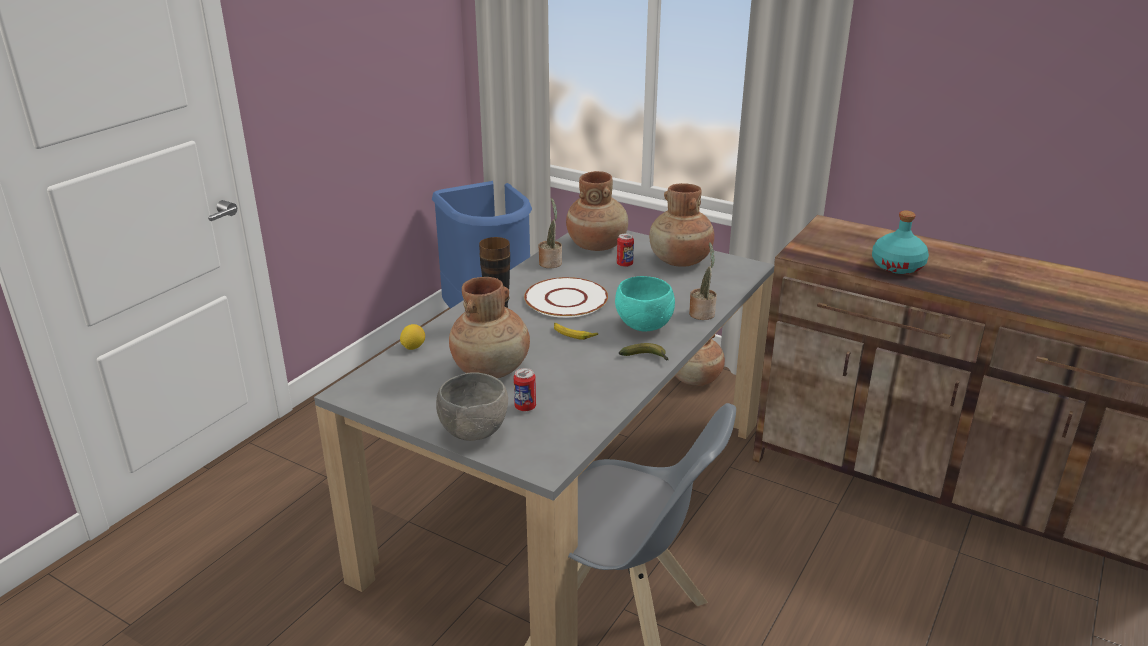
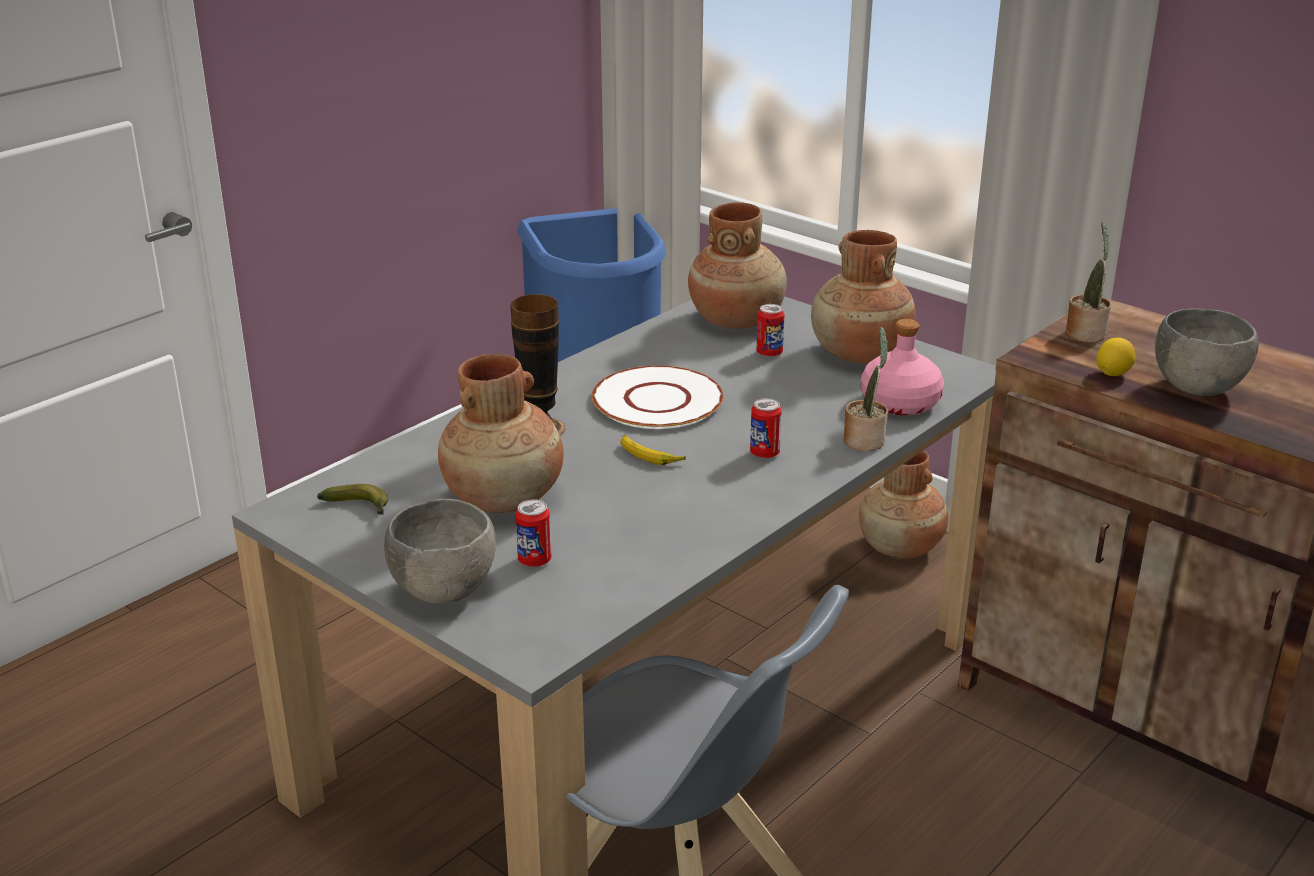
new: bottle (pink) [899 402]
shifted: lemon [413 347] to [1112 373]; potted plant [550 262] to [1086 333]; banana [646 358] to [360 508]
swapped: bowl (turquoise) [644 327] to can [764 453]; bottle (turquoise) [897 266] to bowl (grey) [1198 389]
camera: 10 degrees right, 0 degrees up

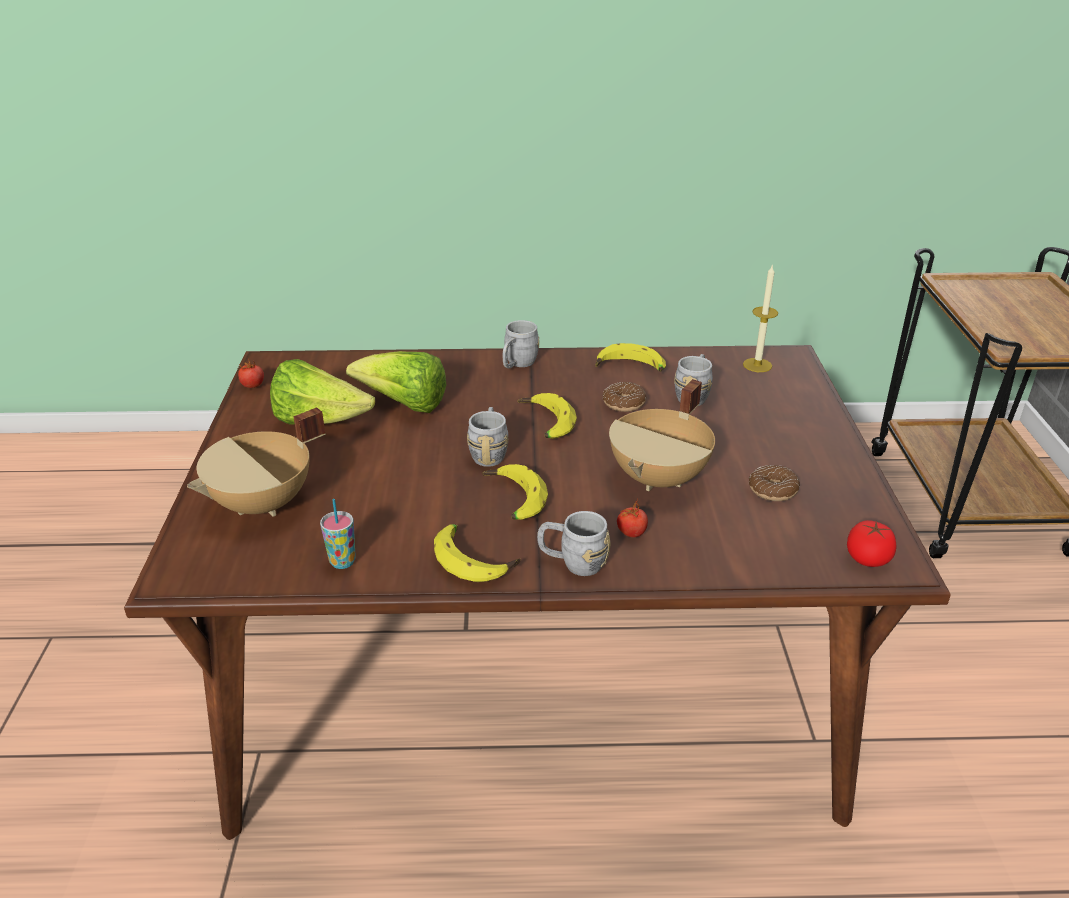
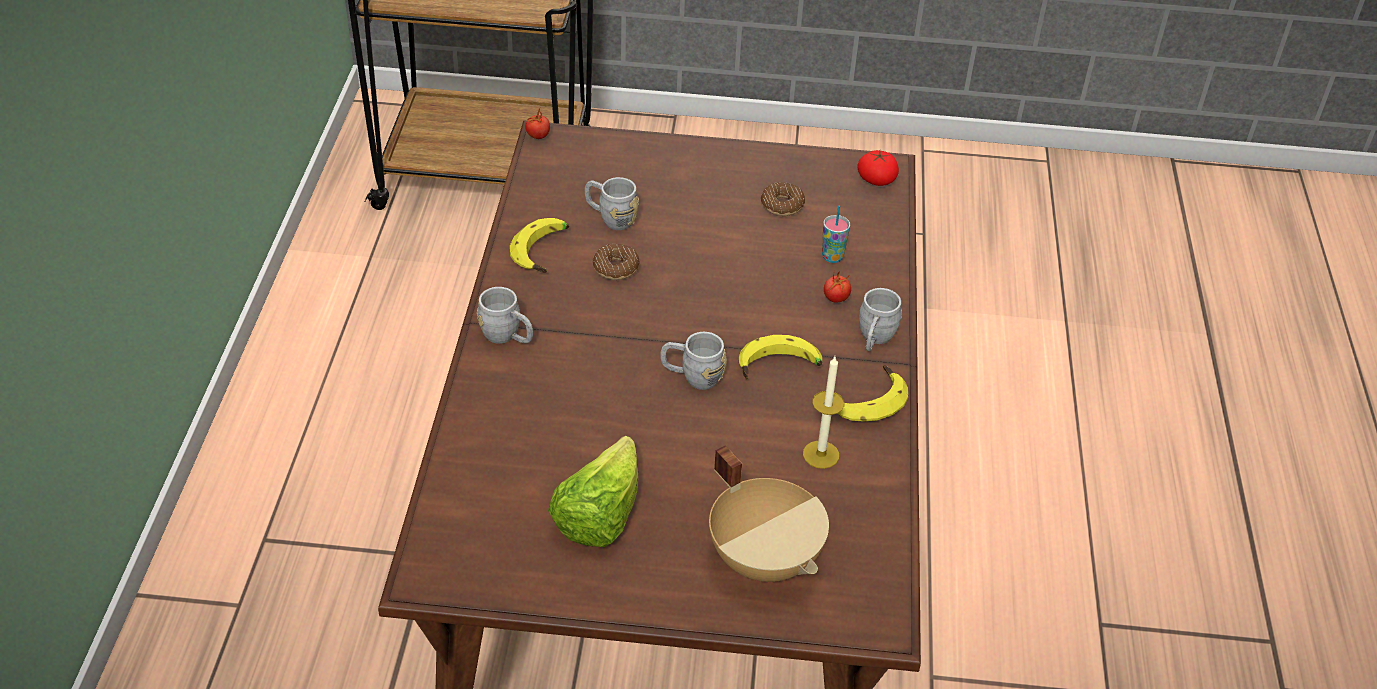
gone: lettuce [404 405]; banana [544 424]; cooking pot (beige) [660 479]
shifted: tomato [253 385] to [538 136]; cup [342 562] to [832 257]; candle [757 365] to [821 454]
camera: 85 degrees left, 10 degrees up

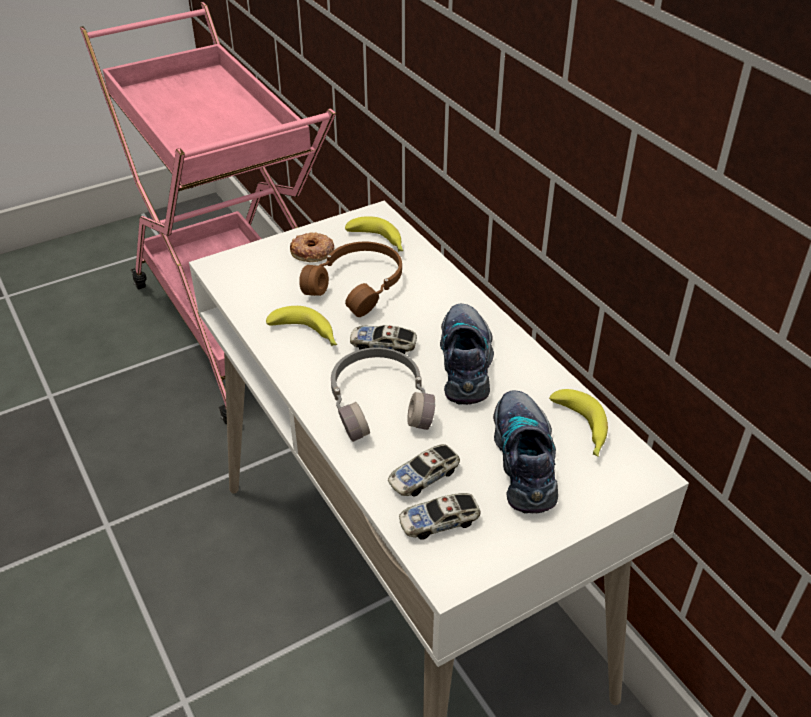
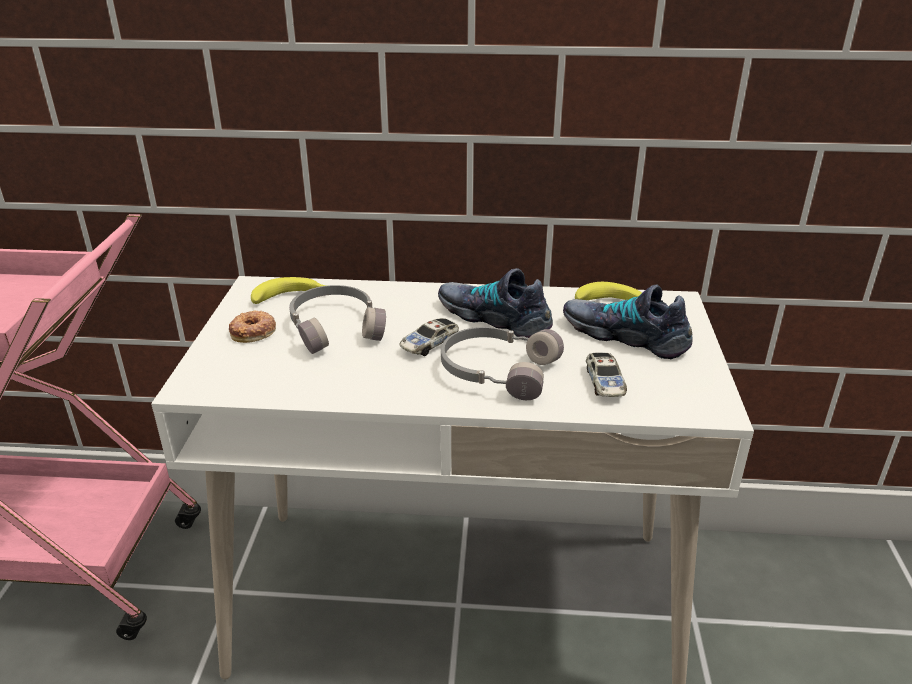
gone: banana [307 335]; toy car [439 522]
repainted: headphones (brown) [358 286] to headphones (grey) [336 327]
camera: 55 degrees left, 10 degrees down

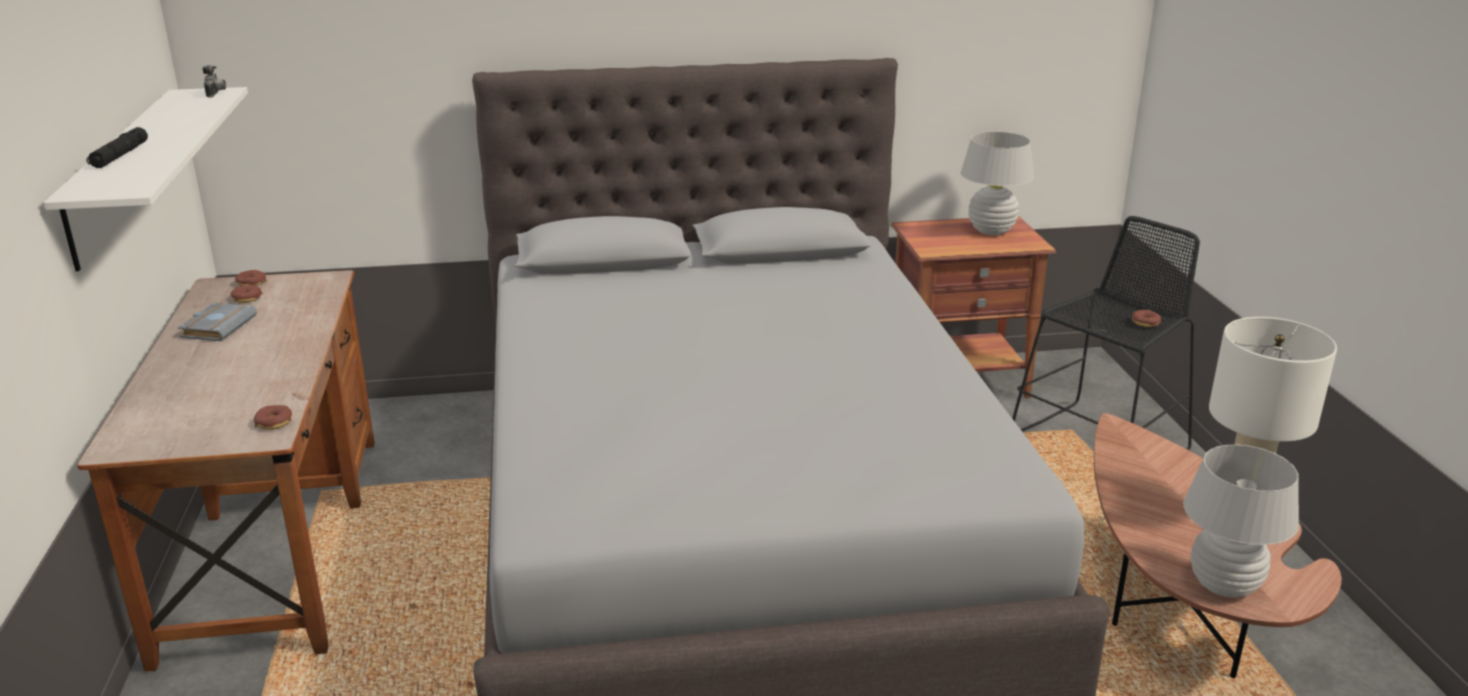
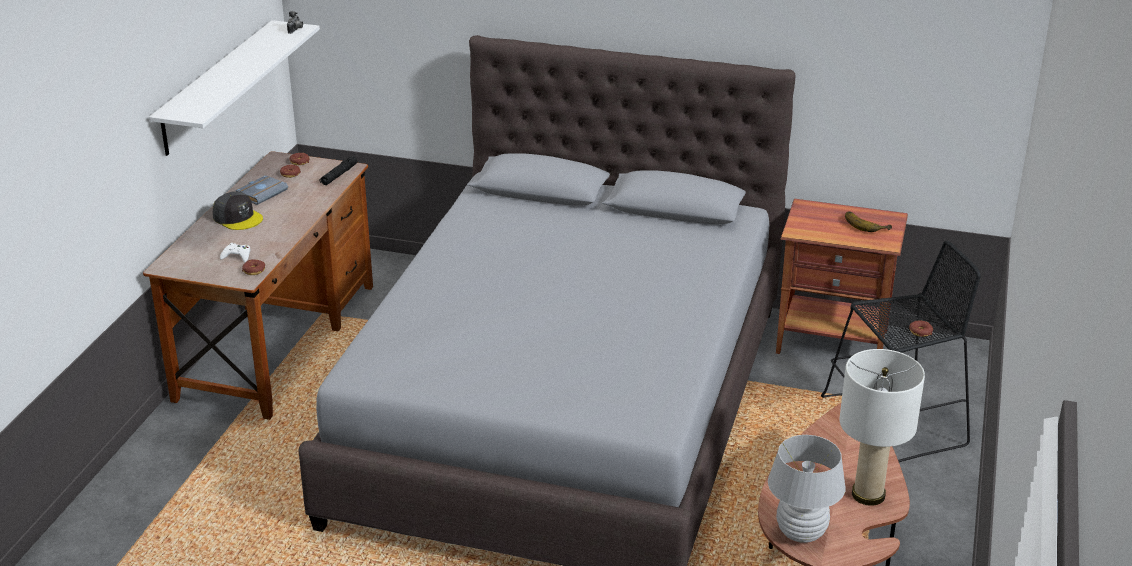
new: cap (grey) [238 218]; game controller (white) [237 256]
shifted: flashlight (black) [120 156] to [339 175]
swapped: table lamp (white) [991 231] to banana [866 224]
camera: 25 degrees right, 5 degrees up

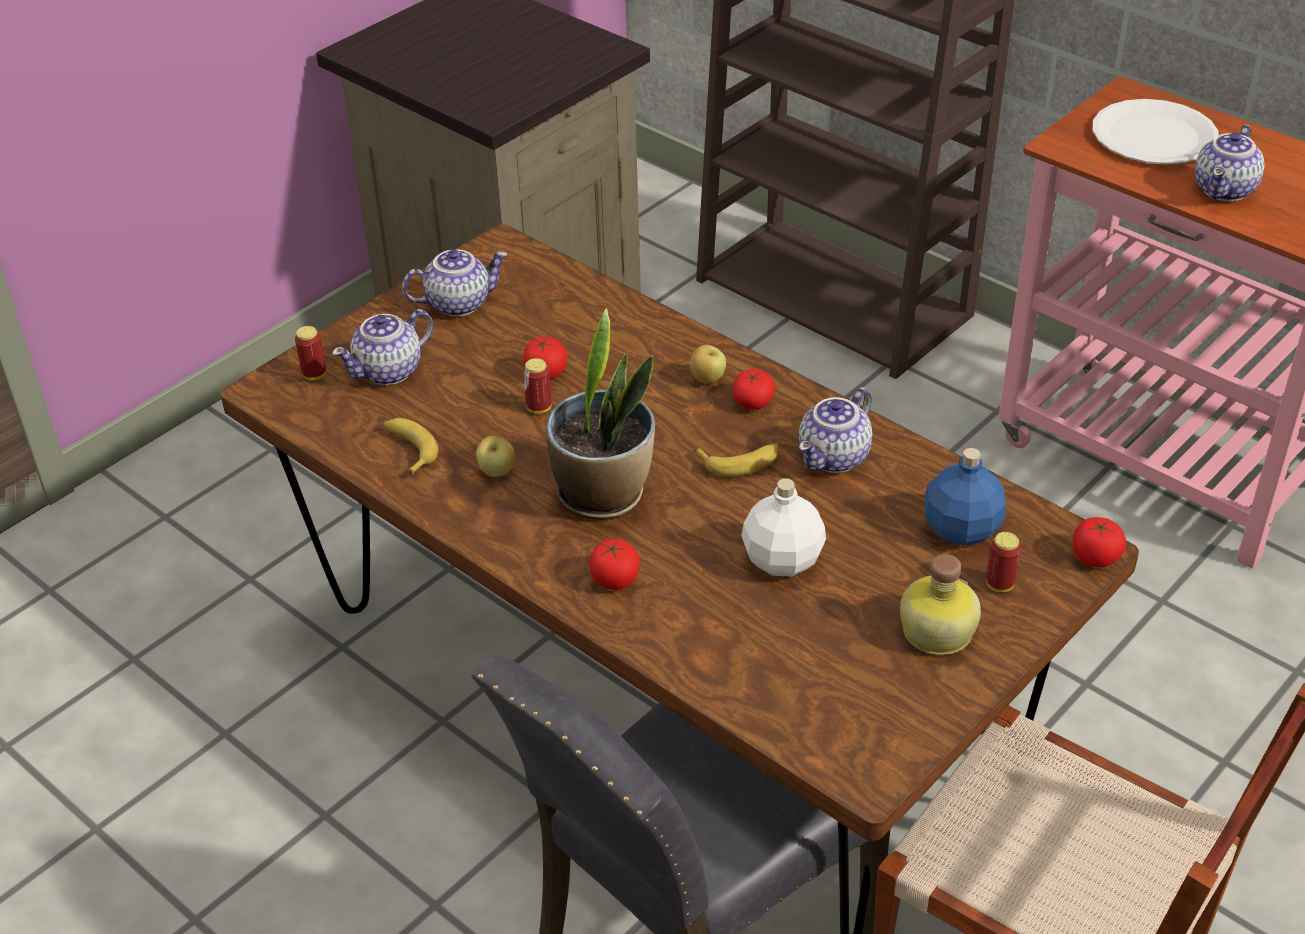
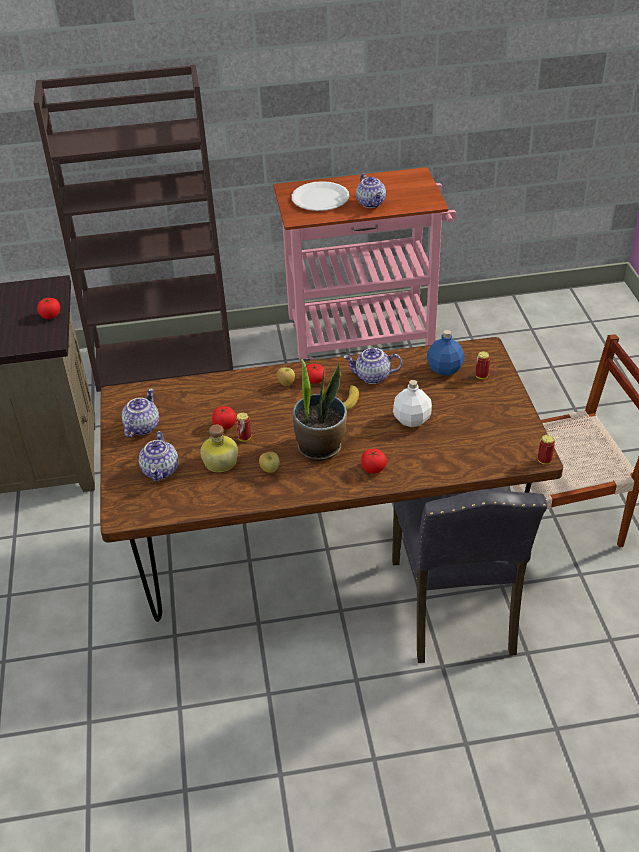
gone: banana [408 449]
shifted: can [314 374] to [544 461]; bottle [935 632] to [220 462]; tomato [1095 557] to [50 316]
rotated: teapot [835 458] = [372 377] 105 degrees clockwise
camera: 50 degrees left, 0 degrees up

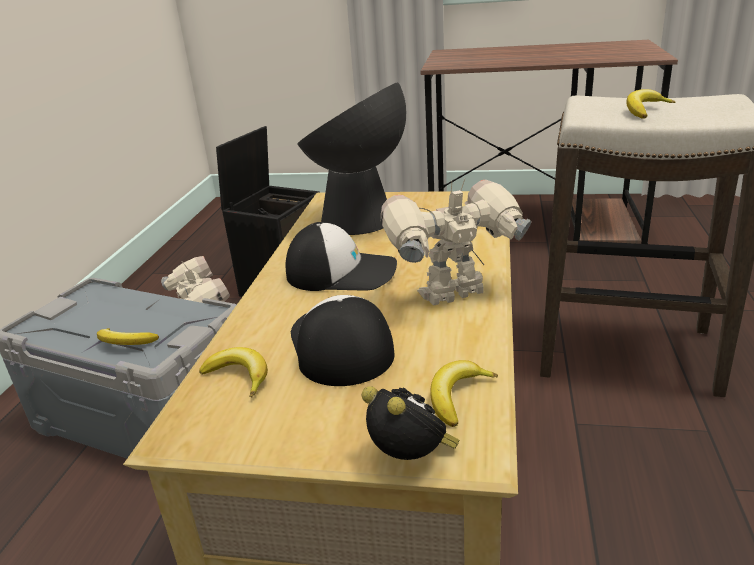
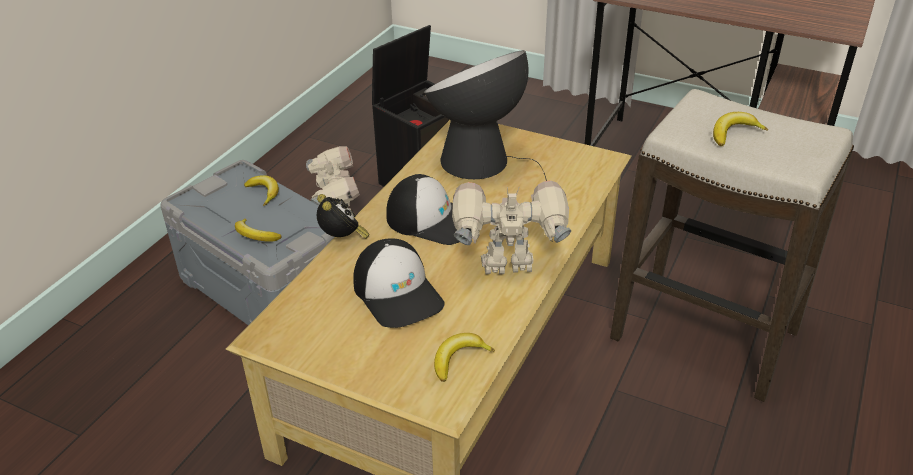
shifted: banana [239 376] to [264 193]; alarm clock [412 460] to [342 239]
rotated: cap [339 345] = [398 293] 150 degrees clockwise
camera: 15 degrees right, 10 degrees up

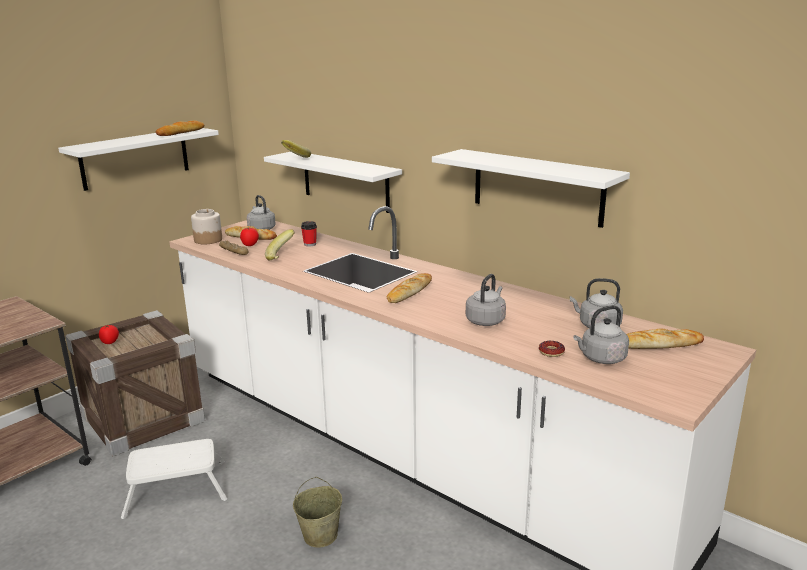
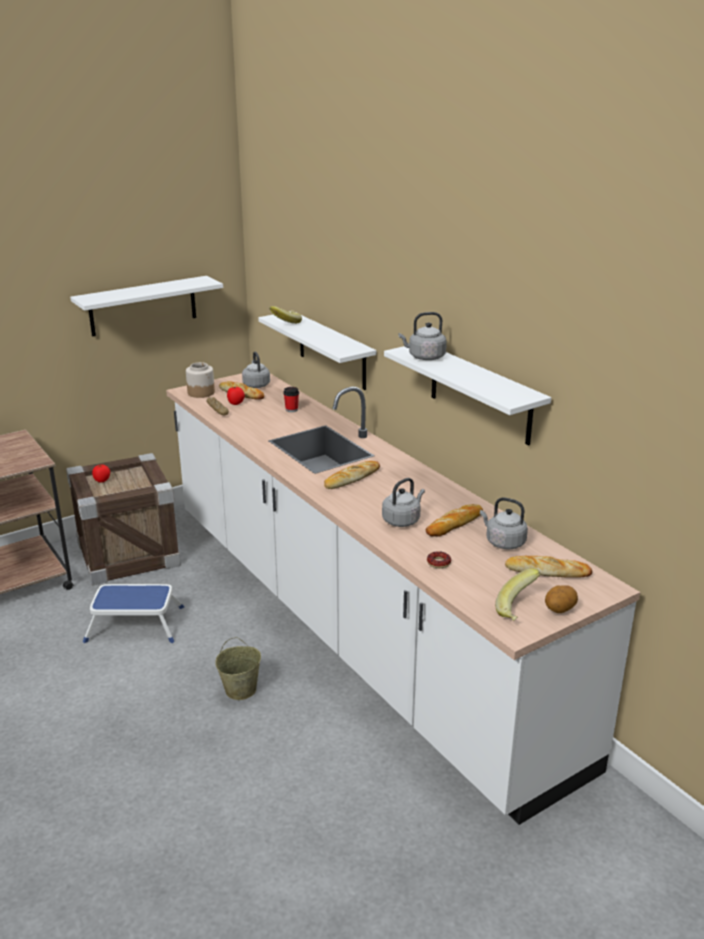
new: potato [559 609]
shifted: bread [181 132] to [455 524]; banana [282 257] to [519 609]; kettle (grey) [601 358] to [424 357]
repainted: step ladder (white) [175 488] to step ladder (blue) [135 624]
camera: 15 degrees right, 5 degrees up

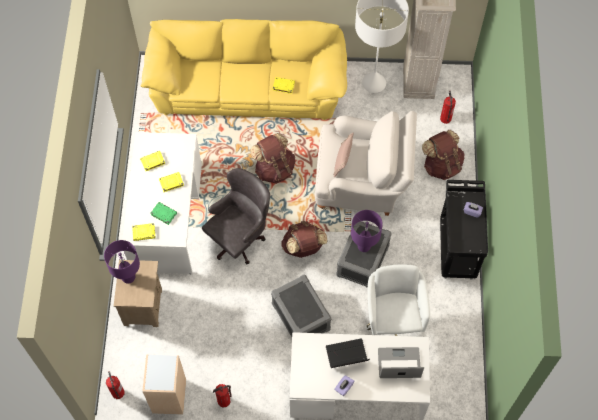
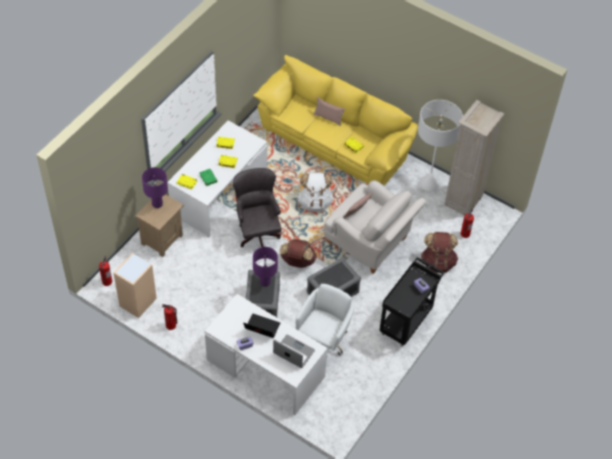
new: pillow (beige) [328 118]
shifted: table lamp (purple) [364 246] to [265 282]
repainted: backpack (brown) [274 169] to backpack (white) [315 202]
rotated: office chair (grey) [239 239] = [257 233] 90 degrees counterclockwise
camera: 30 degrees right, 10 degrees down

